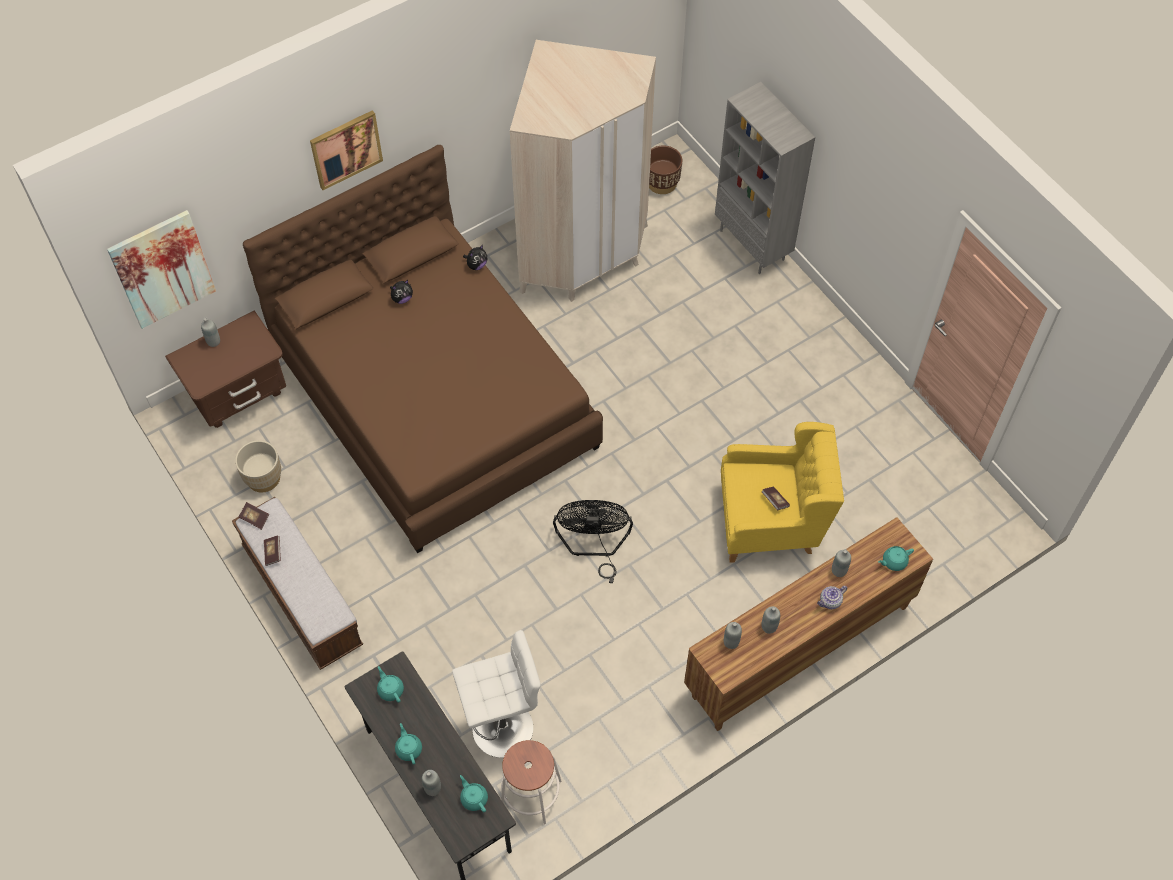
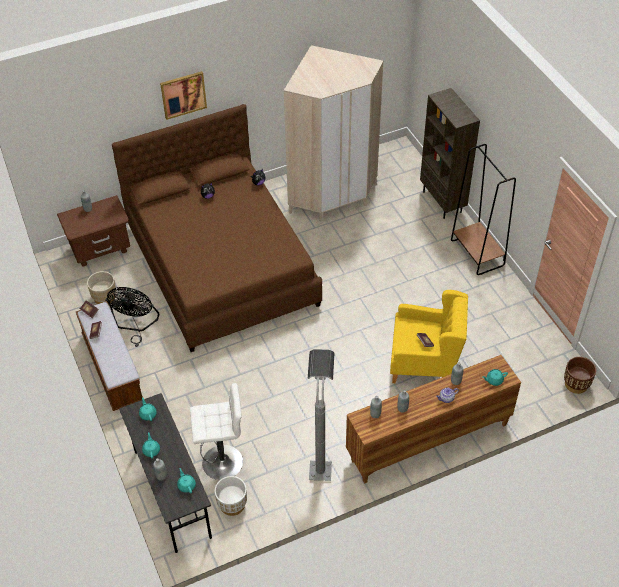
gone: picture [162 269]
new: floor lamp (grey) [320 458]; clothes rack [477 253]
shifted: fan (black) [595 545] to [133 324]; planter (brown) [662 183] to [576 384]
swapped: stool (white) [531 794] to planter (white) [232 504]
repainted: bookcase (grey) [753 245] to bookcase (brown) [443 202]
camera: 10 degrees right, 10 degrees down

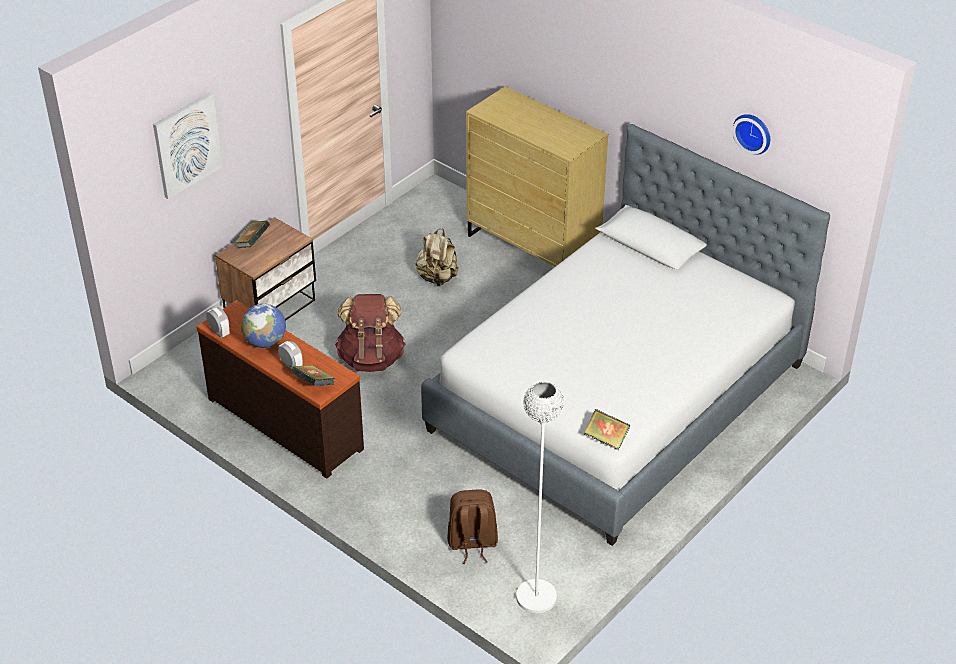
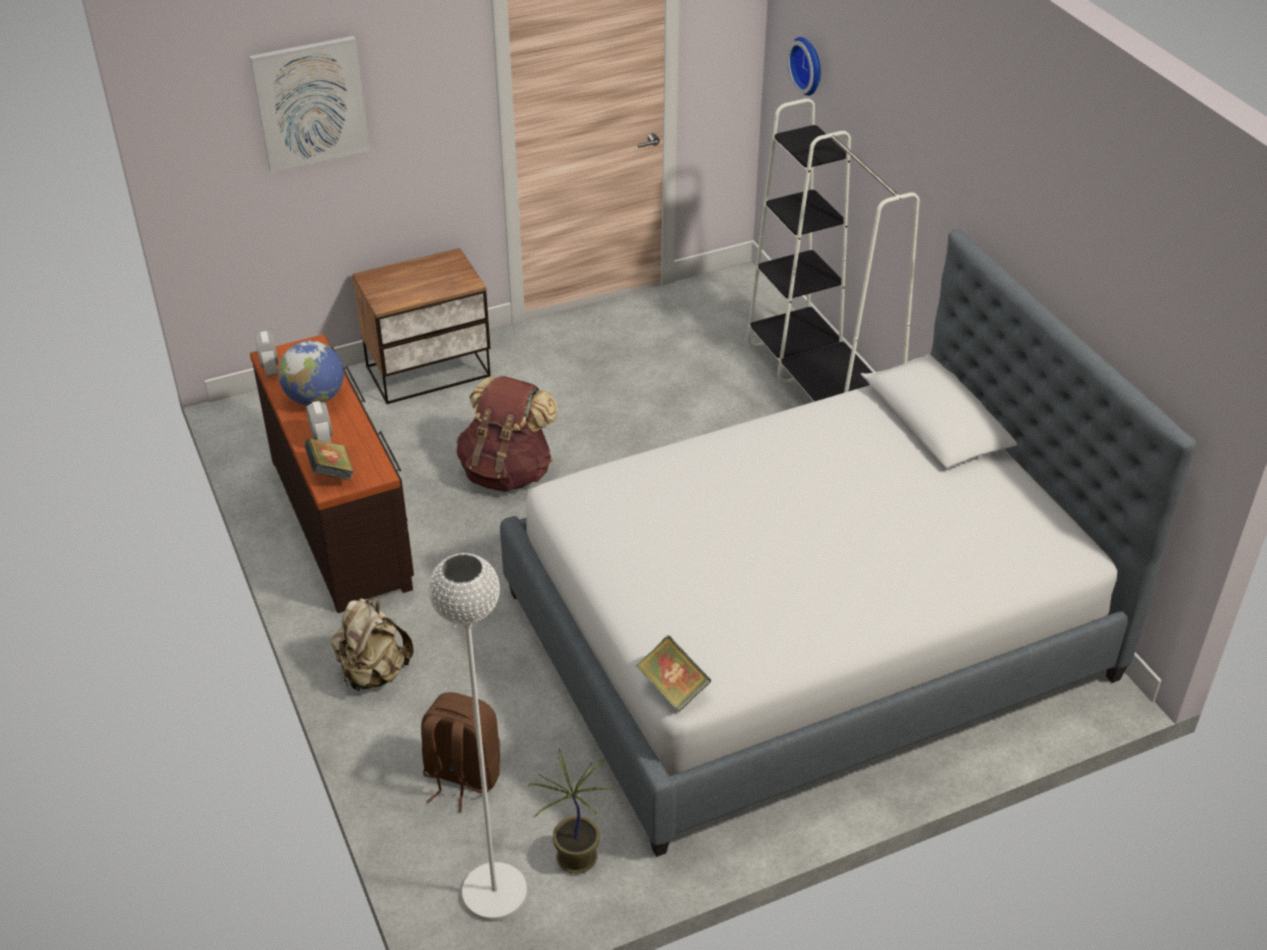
gone: book [252 243]
new: potted plant [575 859]
shifted: backpack (beige) [438 278] to [373 673]; wall clock [753 132] to [808 65]
swapped: dresser (beige) [533 247] to clothes rack (black) [821 391]
camera: 25 degrees right, 0 degrees up

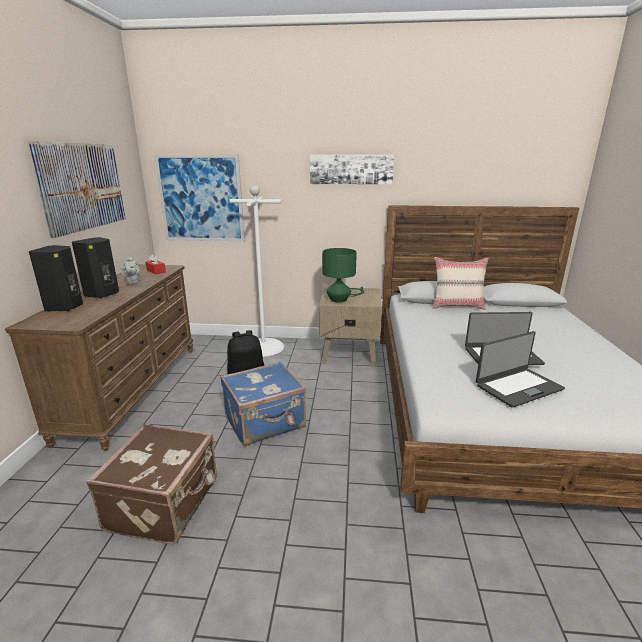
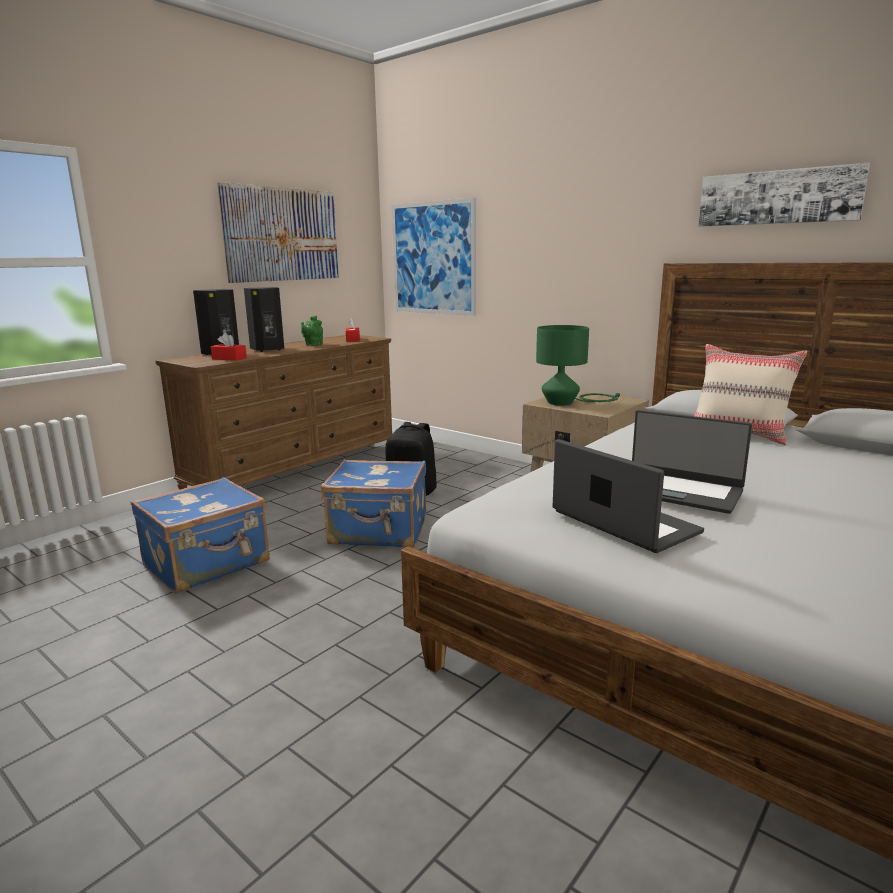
gone: clothes rack (white) [263 347]
new: tissue box (red) [229 358]
shifted: picture [351 169] to [778 197]
repainted: suitcase (brown) [166 504] to suitcase (blue) [208 564]; teapot (grey) [133 282] to teapot (green) [313 345]
rotated: laptop [518 387] = [623 523] 135 degrees counterclockwise
camera: 35 degrees right, 5 degrees down

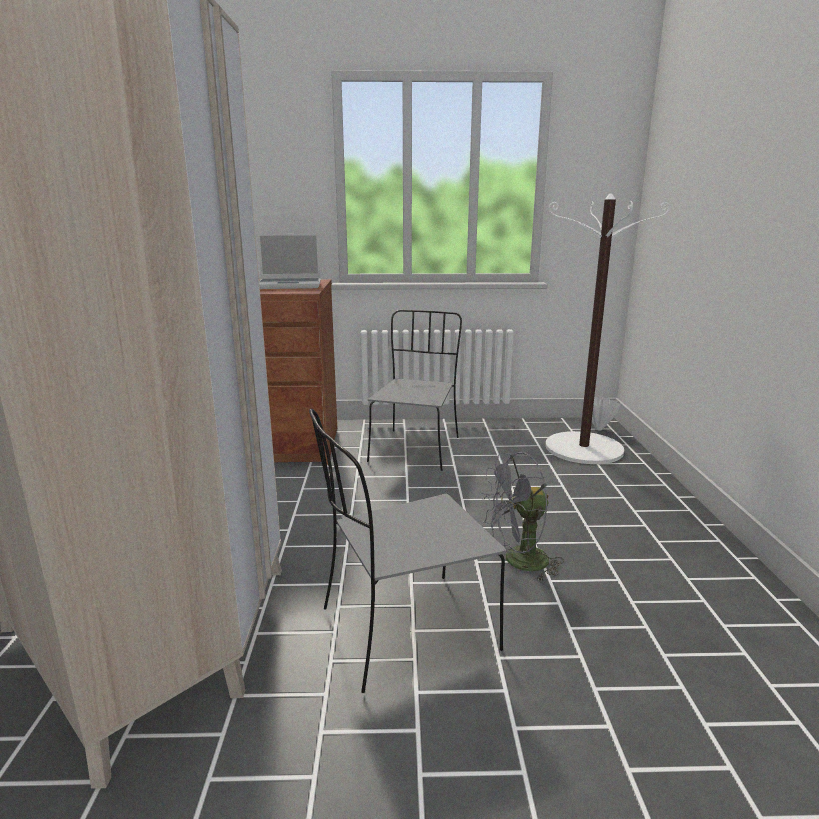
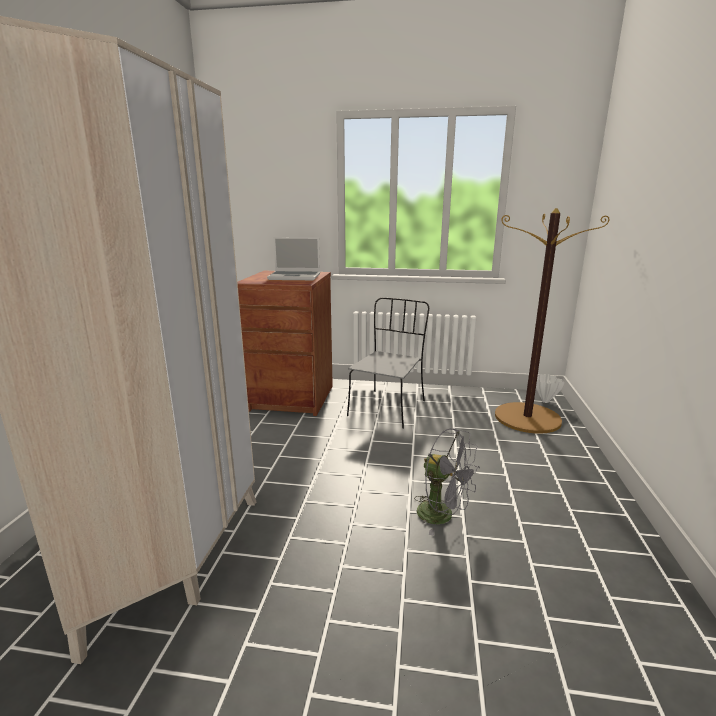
gone: chair (grey) [404 630]
repainted: clothes rack (white) [584 448] to clothes rack (brown) [527 418]
rotated: fan (grey) [518 562] = [443 516] 135 degrees counterclockwise
camera: 10 degrees right, 0 degrees up

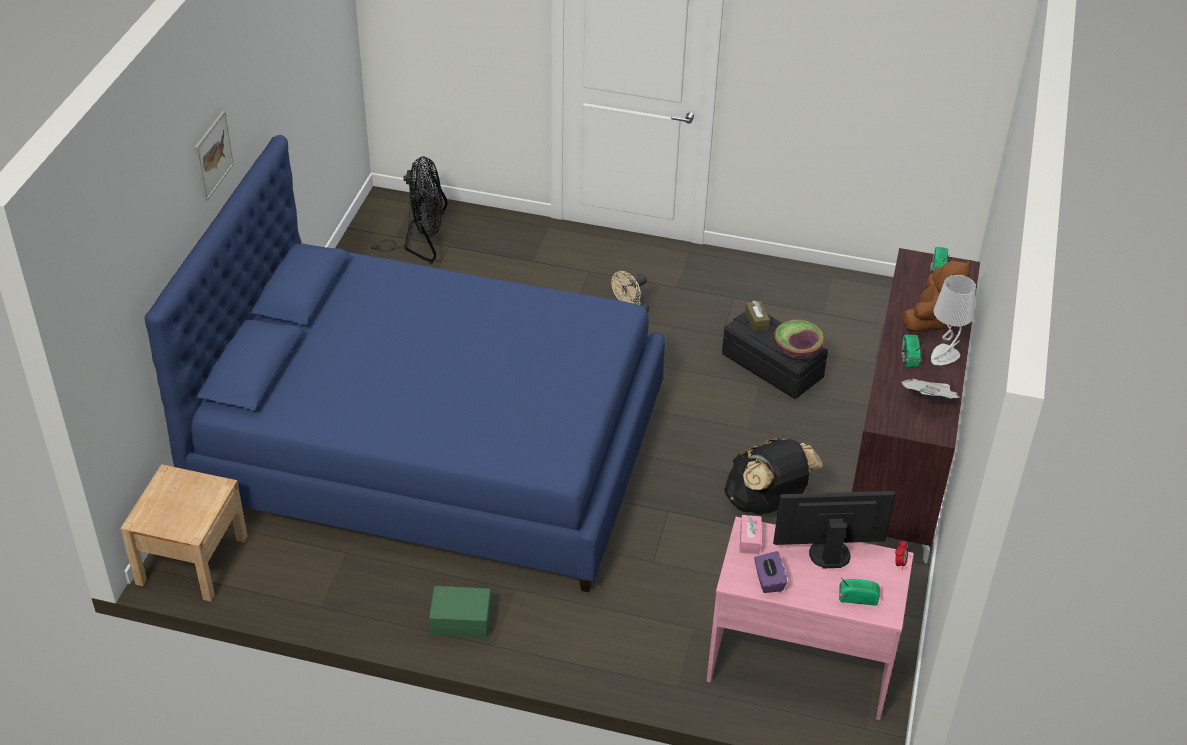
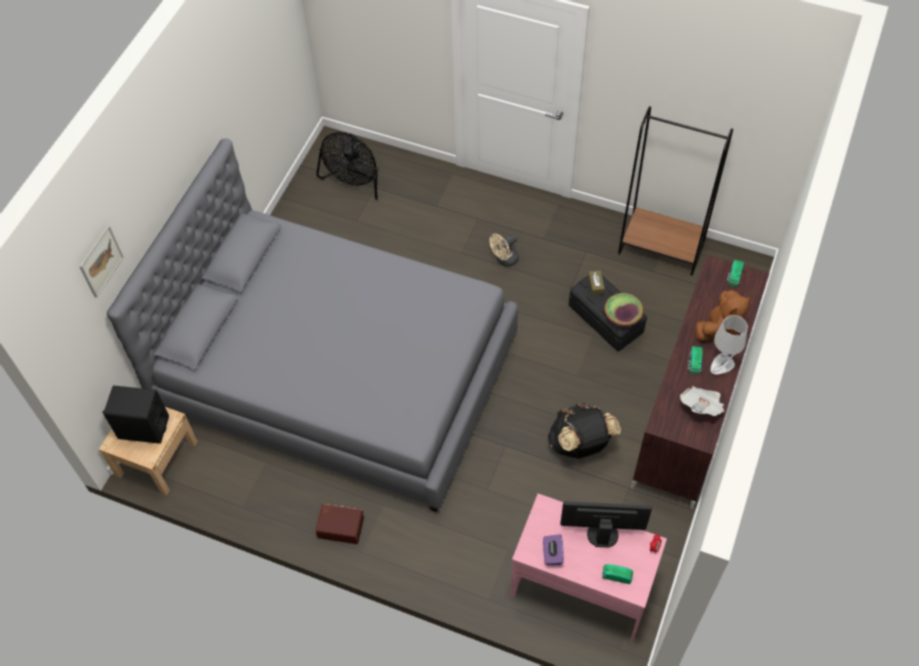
gone: tissue box (pink) [749 539]
new: speaker (black) [143 427]; clothes rack [661 248]
shifted: picture [213 155] to [100 261]
repainted: bed (blue) [430 446] to bed (grey) [338 372]; storage box (green) [461 618] to storage box (brown) [341 526]
rotated: fan (black) [419 239] = [353 179] 105 degrees clockwise
camera: 10 degrees right, 15 degrees up

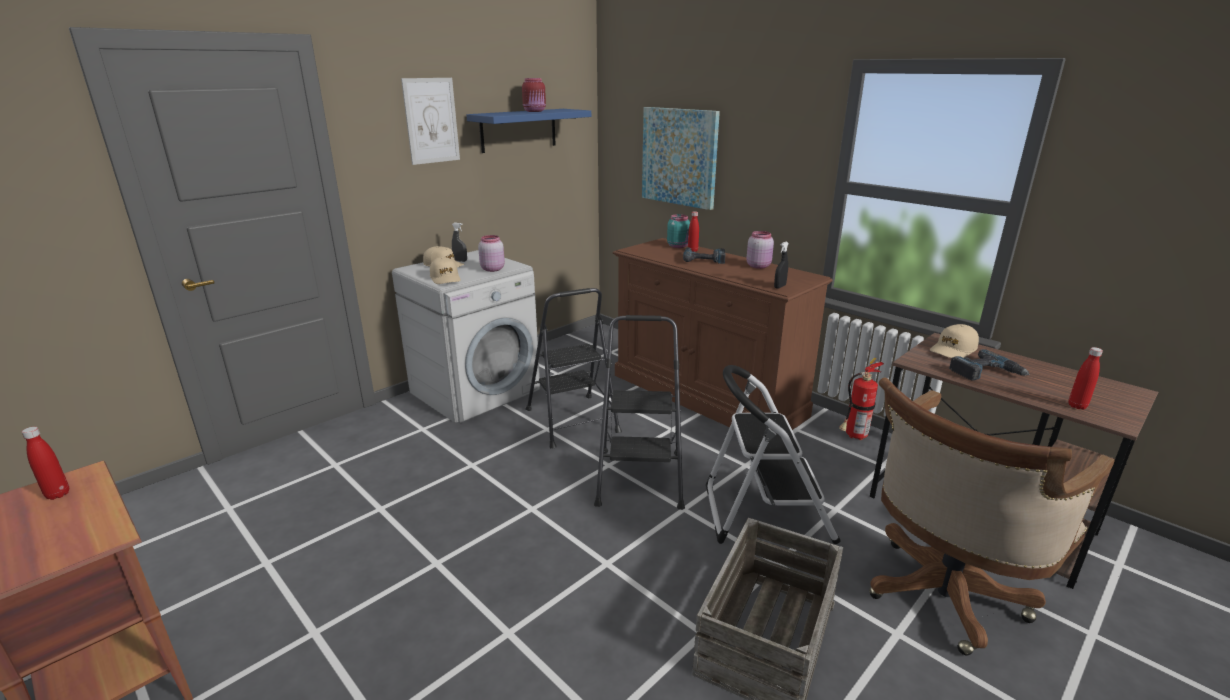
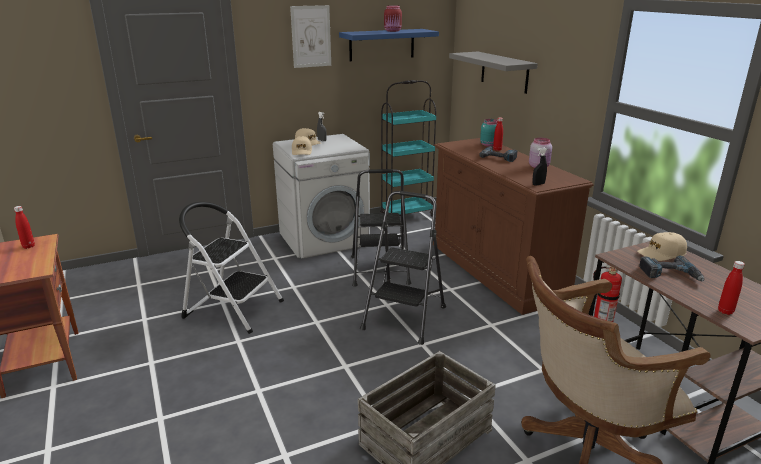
gone: jar (pink) [492 269]
new: cart (turquoise) [407 216]
shifted: step ladder [763 512] to [231 309]
swapped: picture [679 157] to shelf (grey) [504 72]
camera: 20 degrees right, 0 degrees up

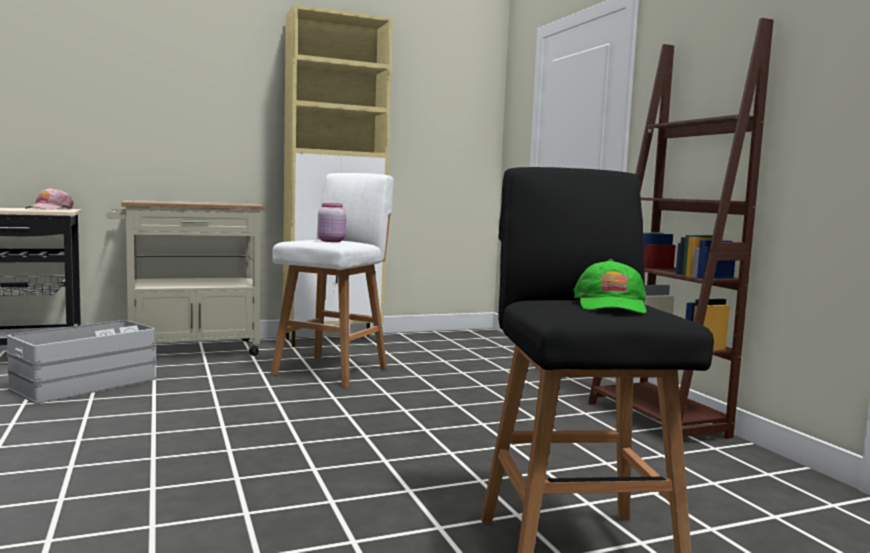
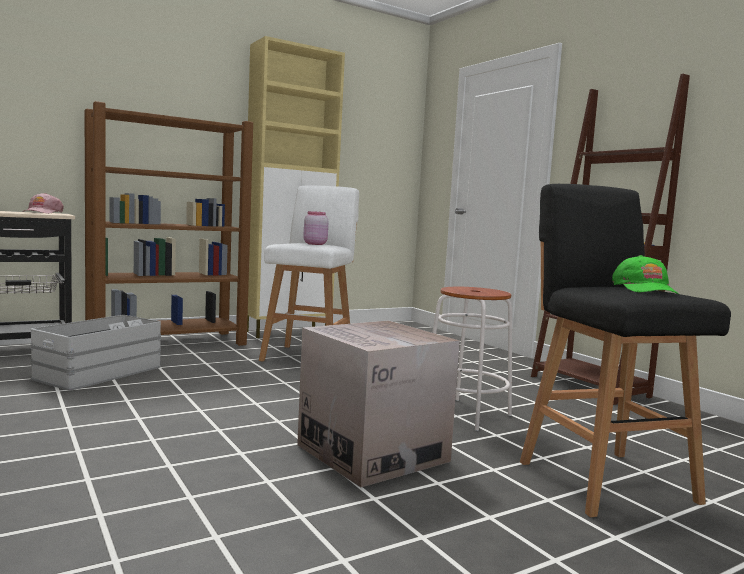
new: cardboard box [372 453]; stool (white) [466 413]
swapped: cart (beige) [188 351] to bookcase (brown) [167 343]
camera: 10 degrees left, 0 degrees up

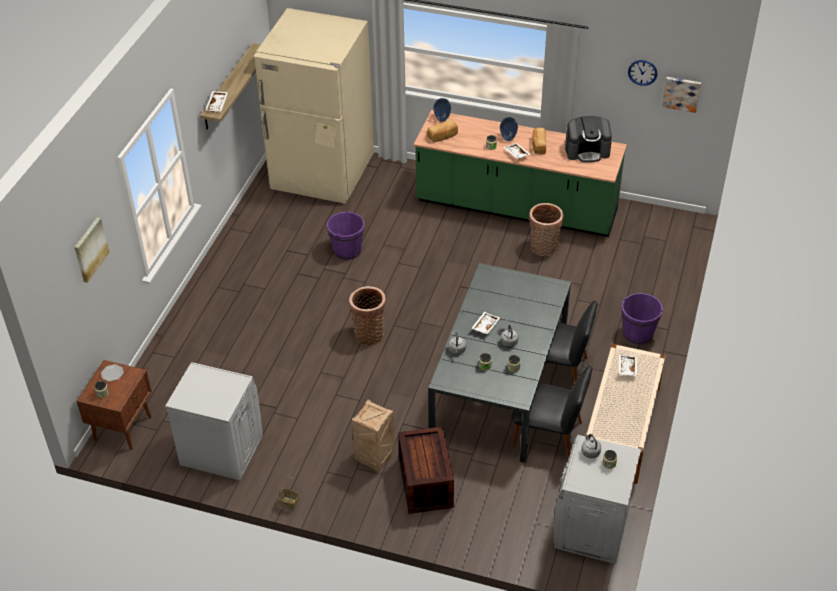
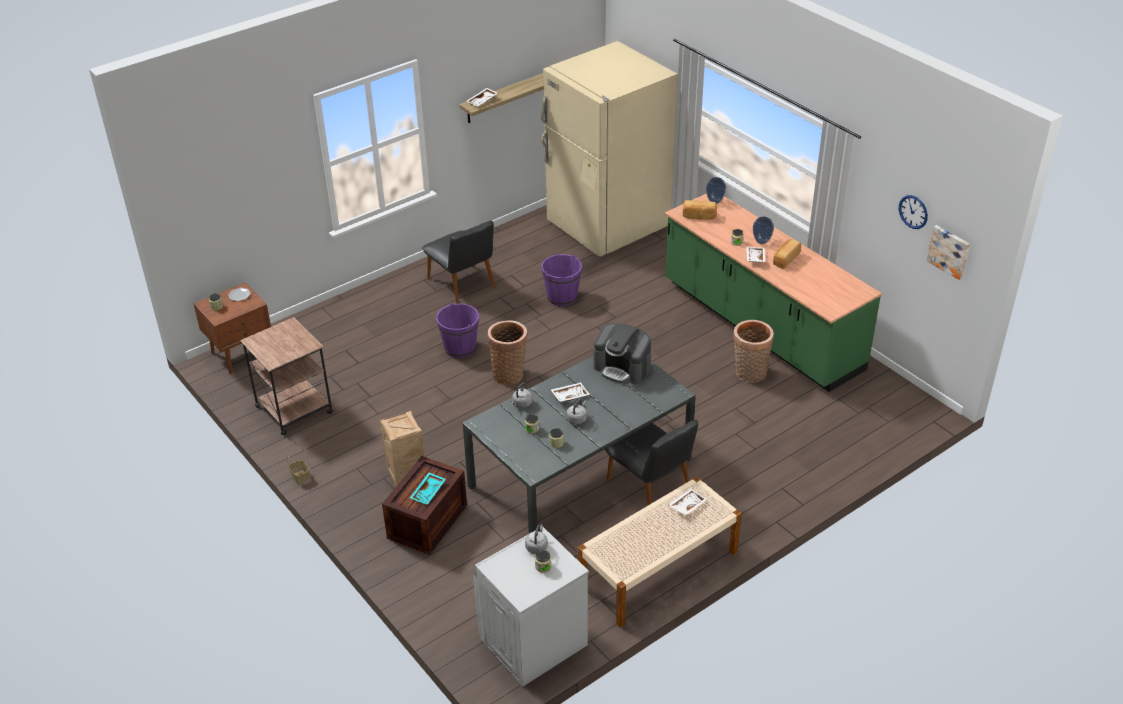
gone: picture [90 249]
new: tray (turquoise) [429 492]
shifted: chair (black) [547 434] to [461 282]; coffee machine [587 151] to [622 368]; bucket (purple) [638 334] to [460 348]
swapped: washing machine (white) [221 450] to cart (brown) [293 408]
camera: 35 degrees right, 5 degrees down

